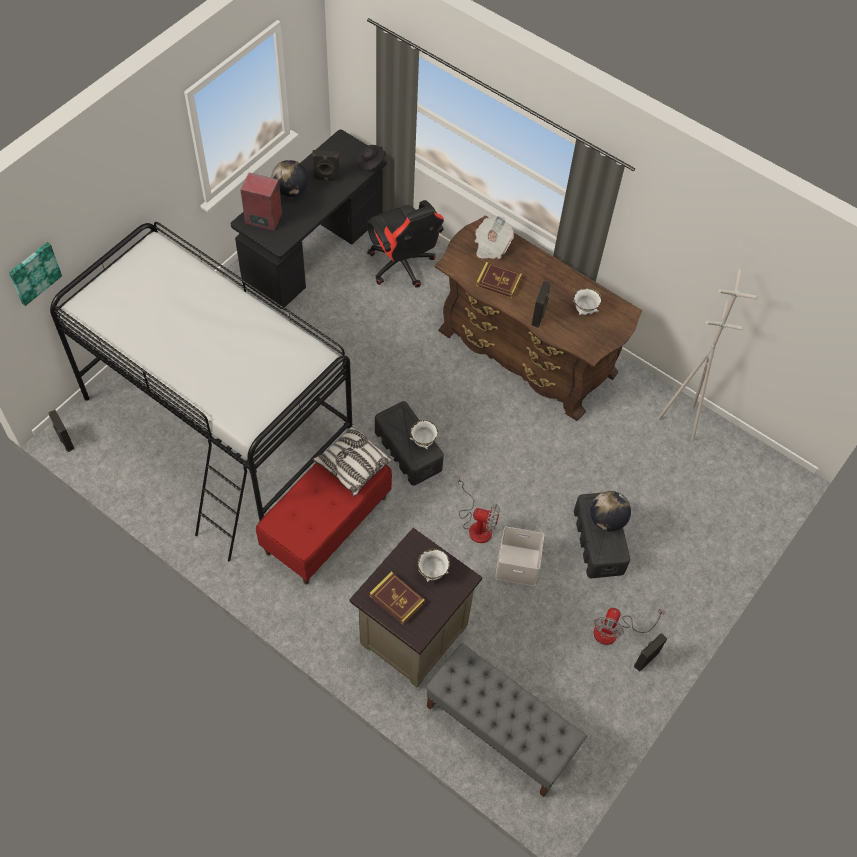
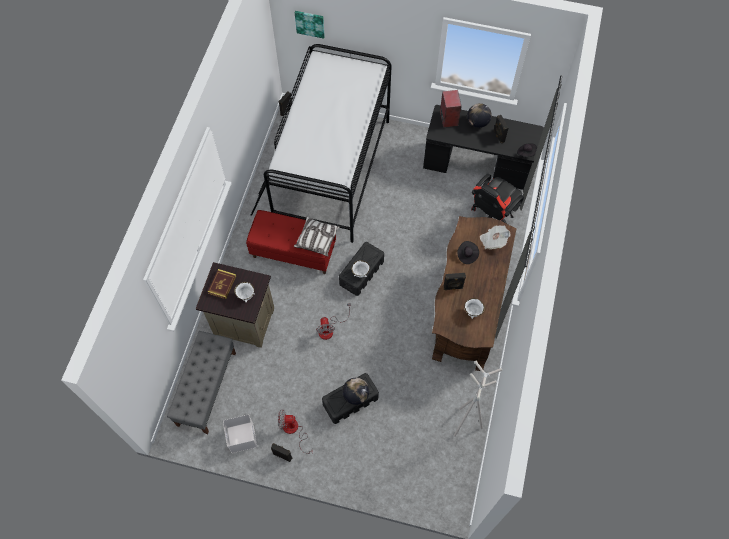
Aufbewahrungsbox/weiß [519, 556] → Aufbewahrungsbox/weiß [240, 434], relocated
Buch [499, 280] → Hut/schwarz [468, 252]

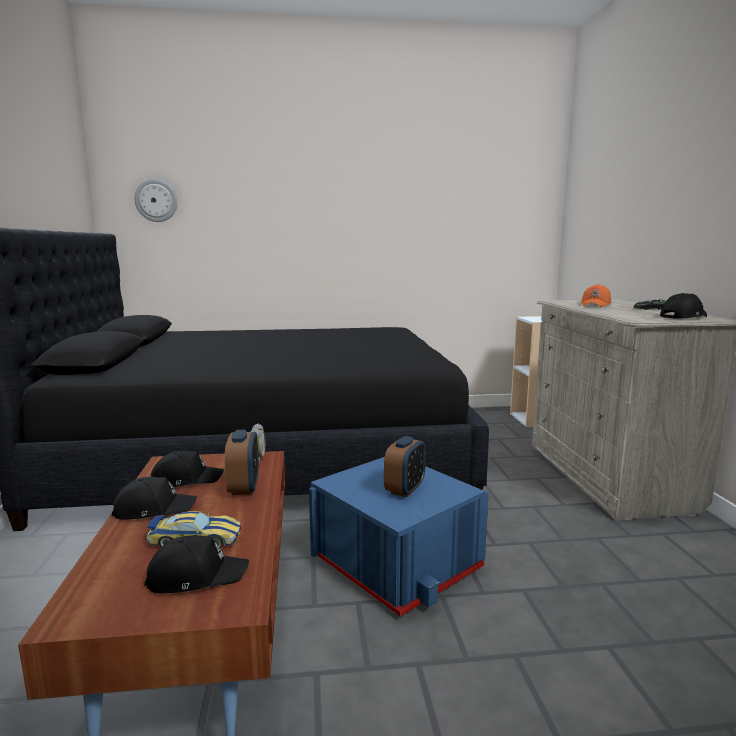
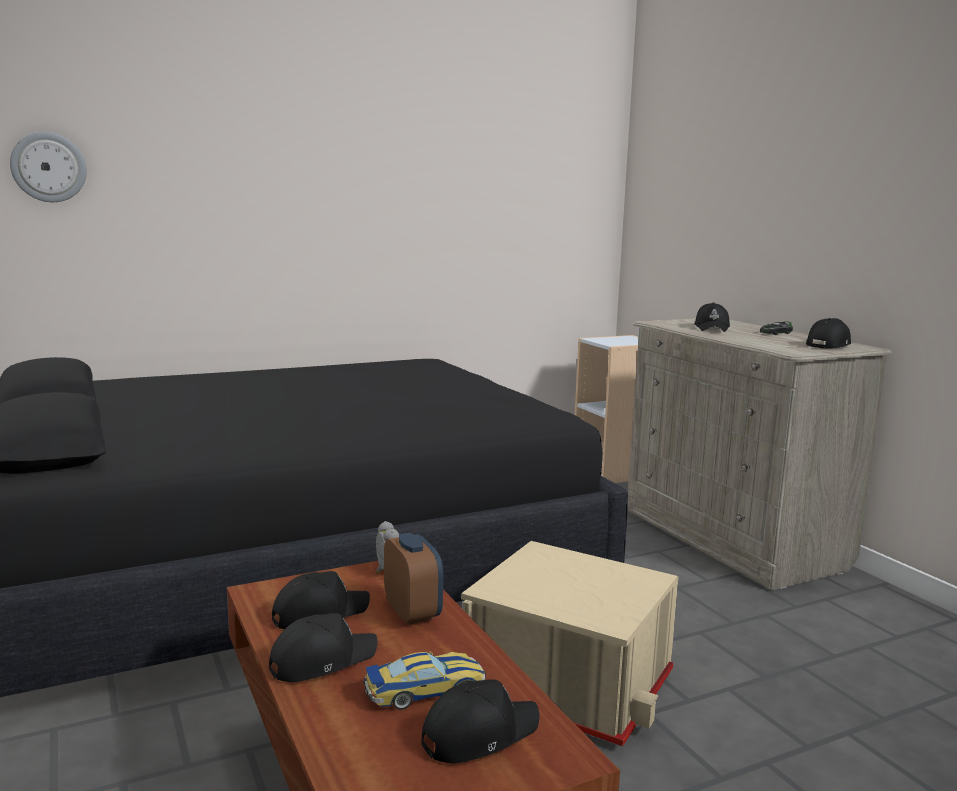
Aufbewahrungsbox/blau [399, 536] → Aufbewahrungsbox/beige [569, 643]
Kappe/orange [596, 295] → Kappe/schwarz [712, 317]
Wecker [405, 466] → -

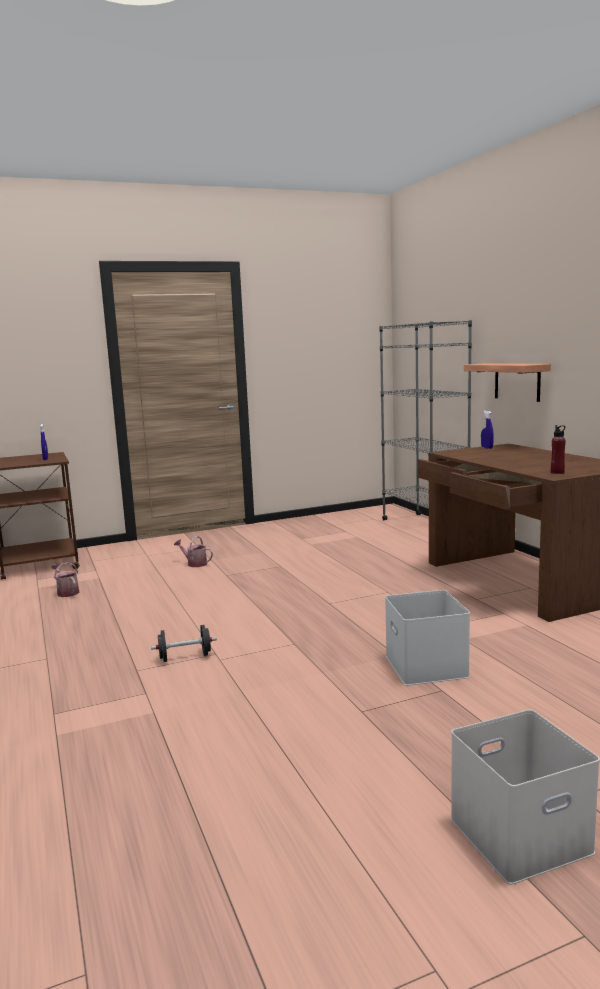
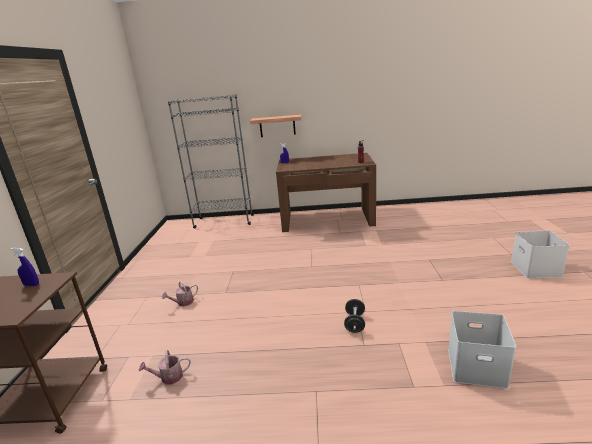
Aufbewahrungsbox/weiß [427, 638] → Aufbewahrungsbox/weiß [482, 350], relocated

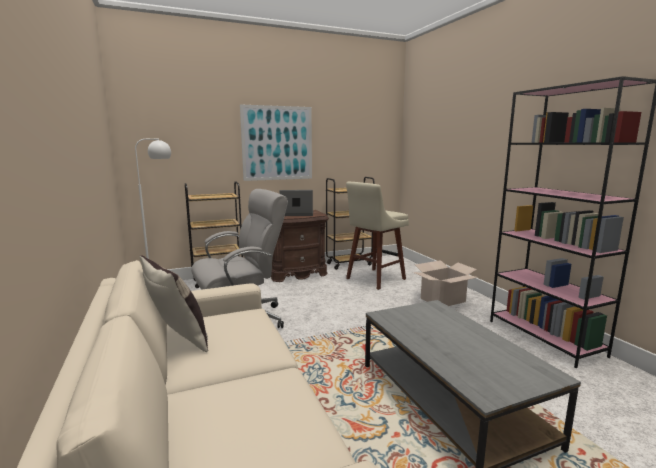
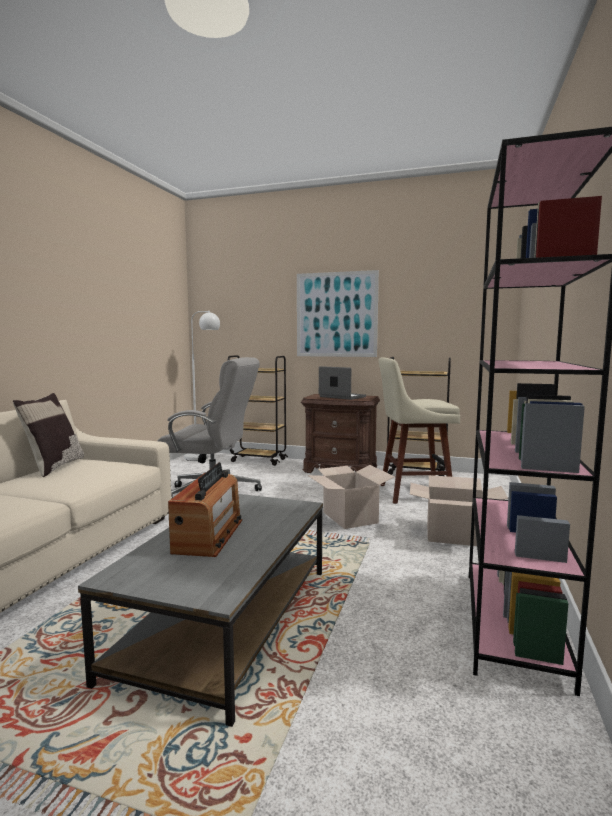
- → Radio [205, 509]
- → Karton [351, 497]

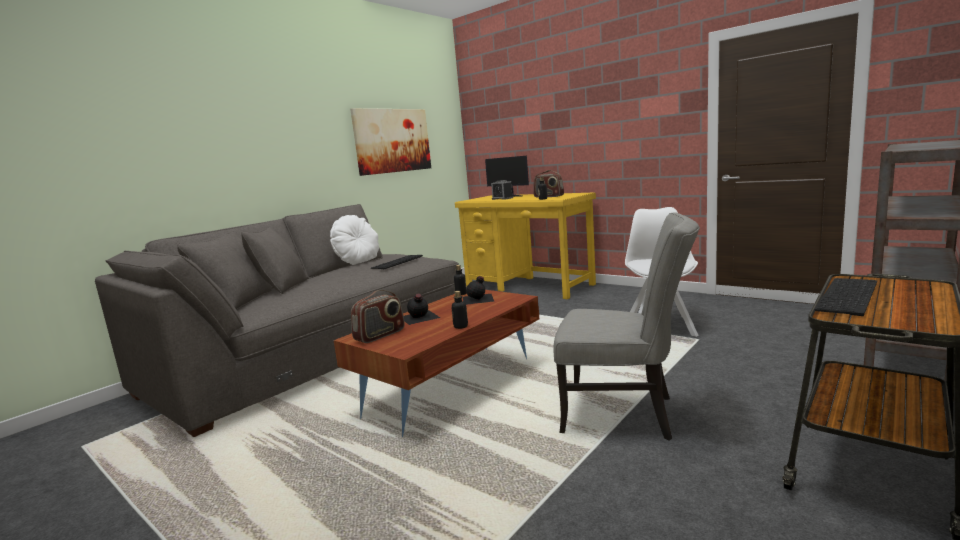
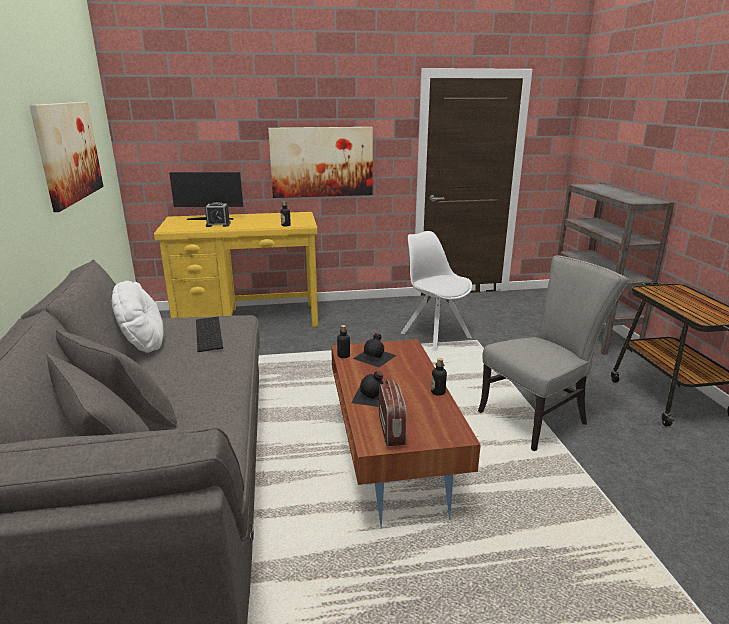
- → Bild [320, 162]
Radio [548, 184] → -
Tastatur [845, 297] → -

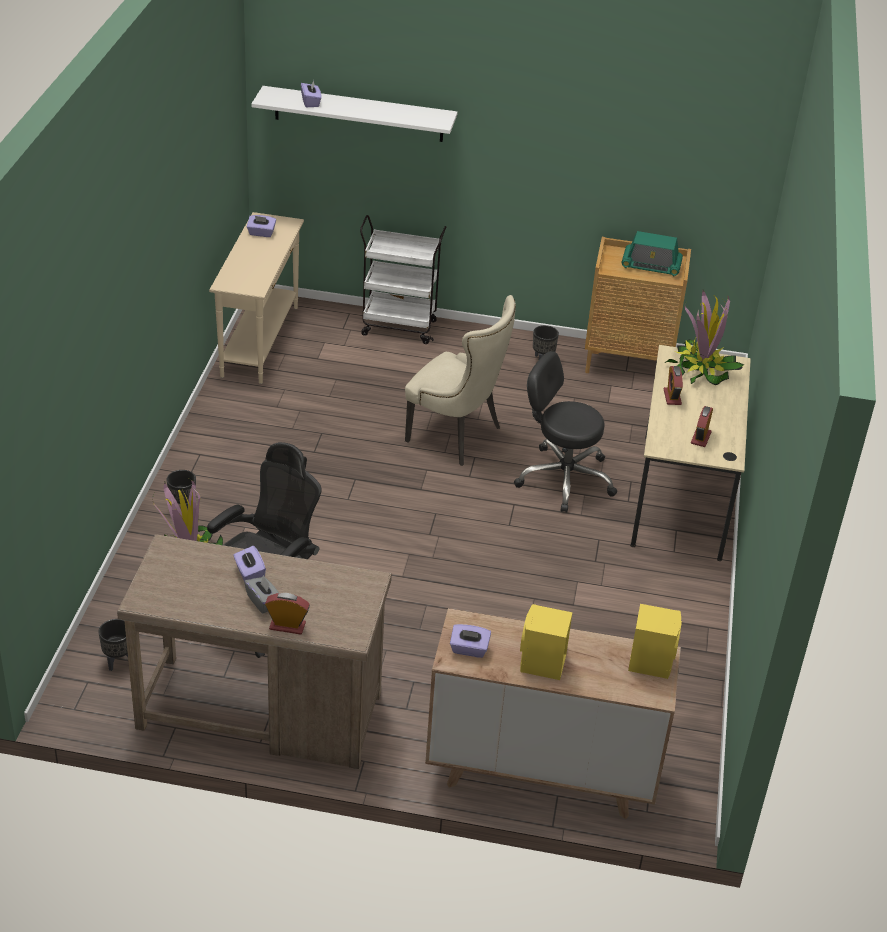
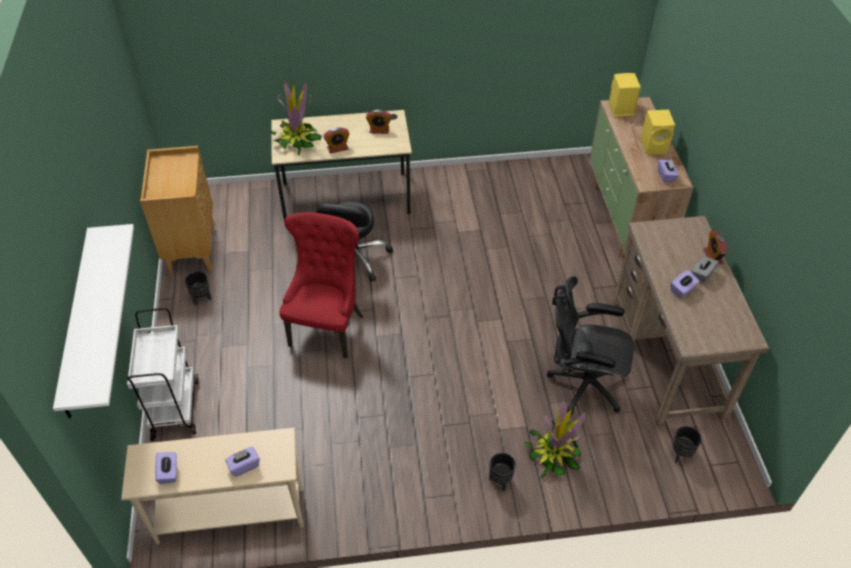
Taschentuchbox/lila [311, 93] → Taschentuchbox/lila [242, 462], relocated
Stuhl/beige [460, 380] → Stuhl/rot [321, 285]
Radio [652, 253] → -

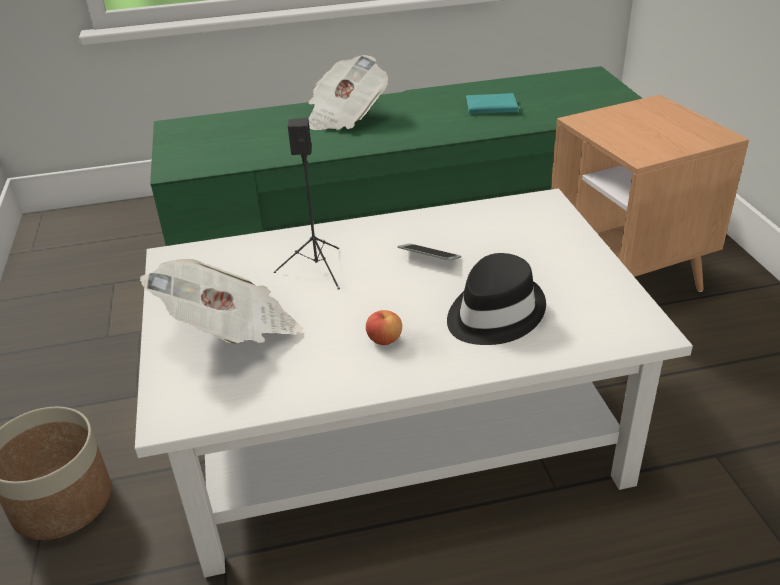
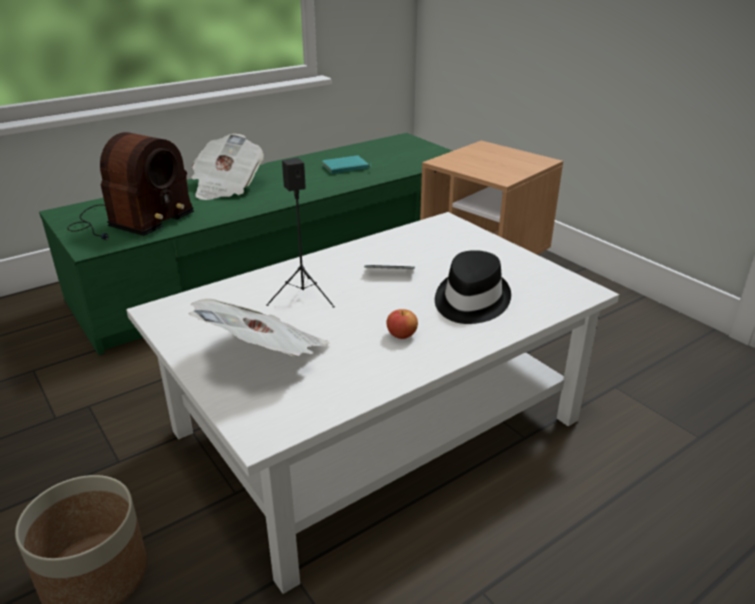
- → Radio [130, 186]

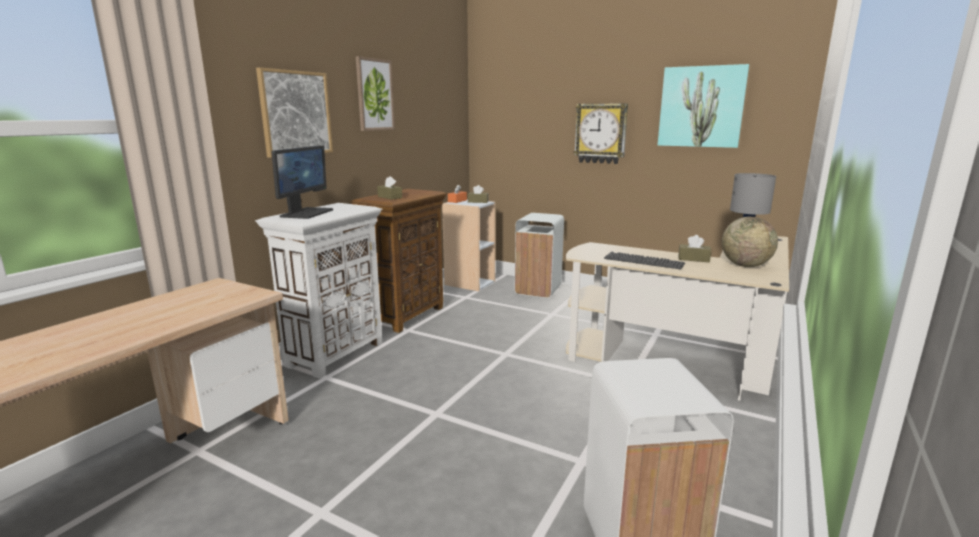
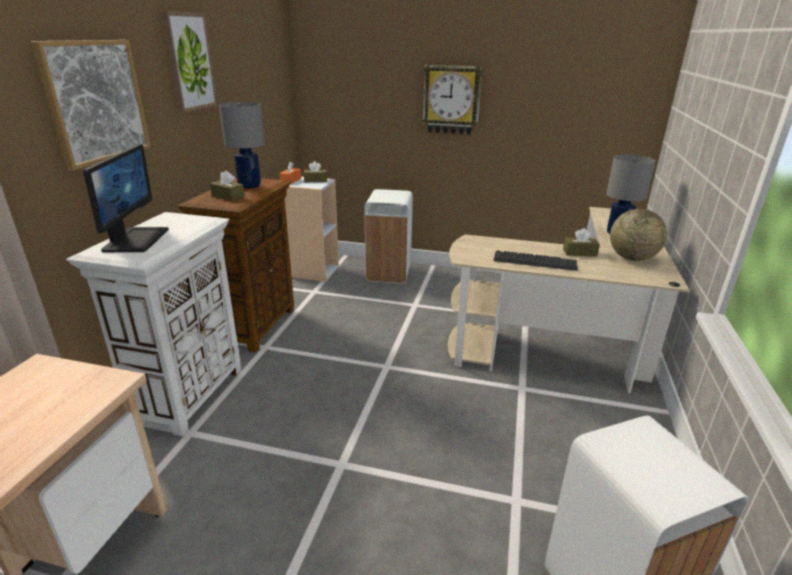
- → Tischlampe/grau [242, 145]
Bild [703, 106] → -

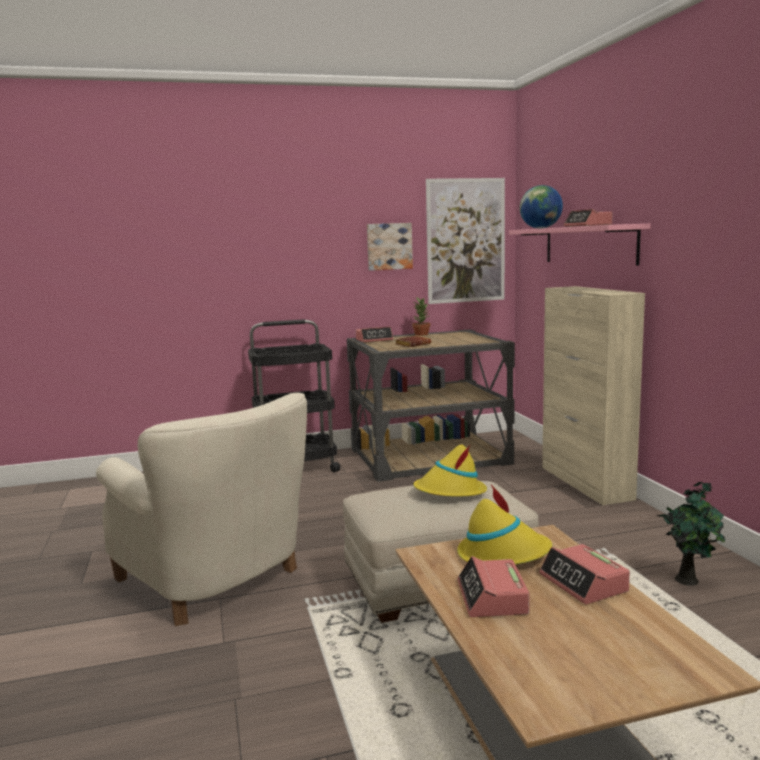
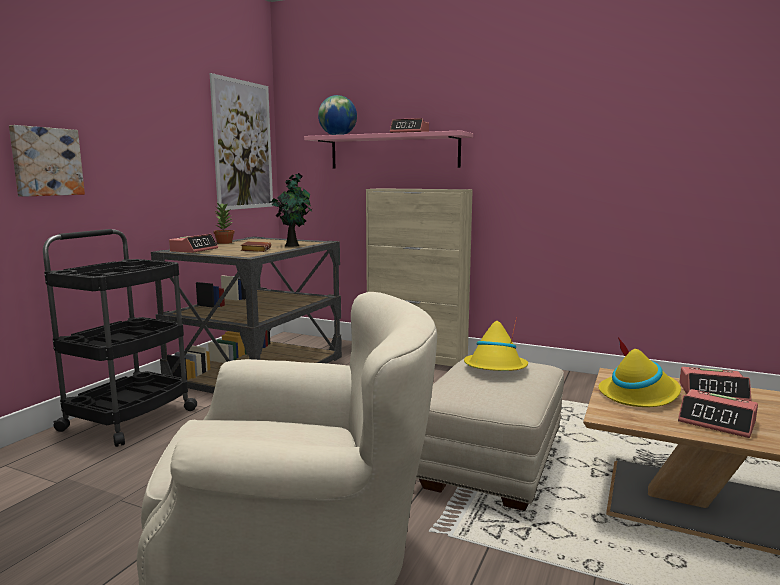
Bild [390, 247] → Bild [47, 161], relocated
Topfpflanze [691, 534] → Topfpflanze [290, 210], relocated

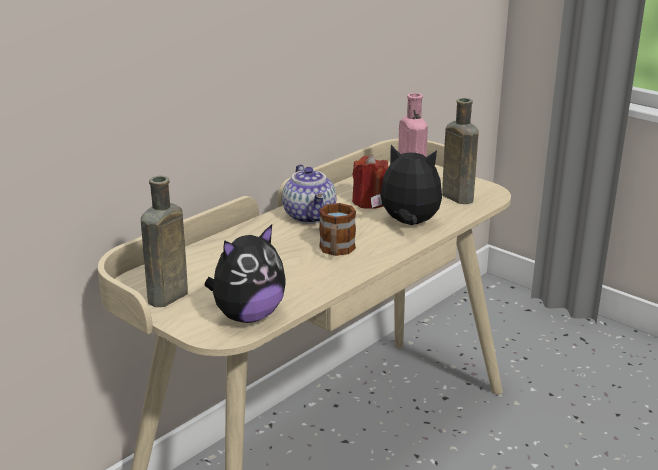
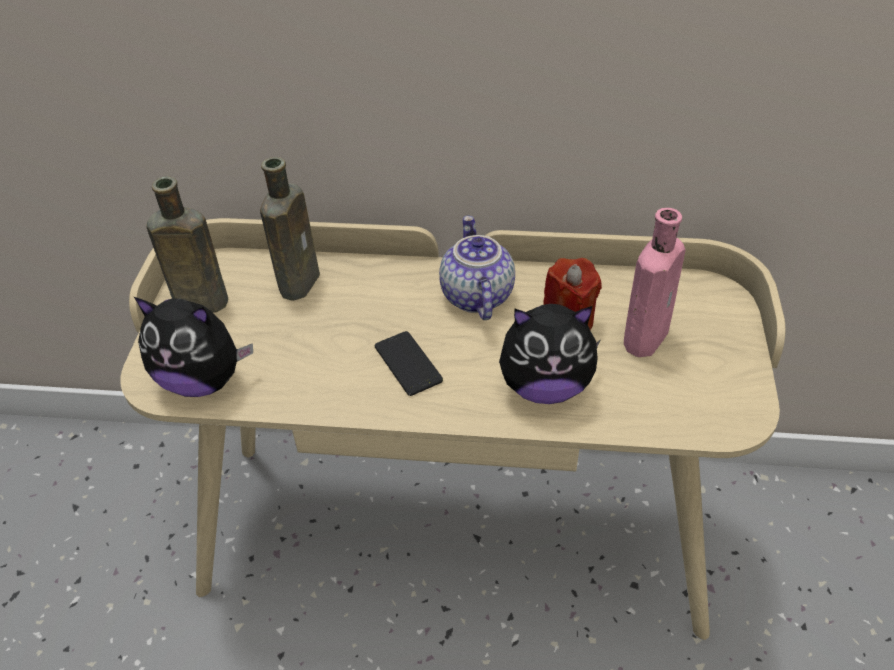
Flasche/braun [460, 151] → Flasche/braun [290, 229], relocated
Henkelbecher [337, 229] → Handy [409, 363]
Teekanne [309, 194] → Teekanne [477, 268], 135 degrees clockwise
Plüschtier [406, 185] → Plüschtier [550, 354], 105 degrees clockwise

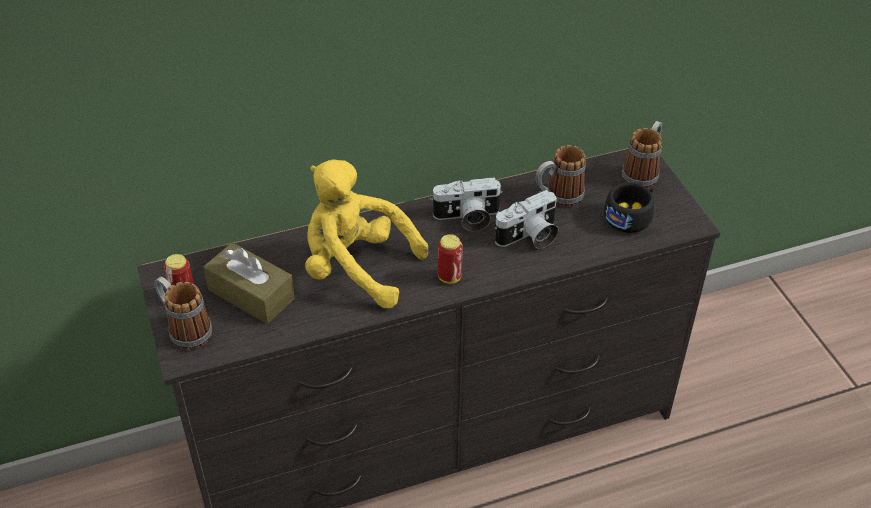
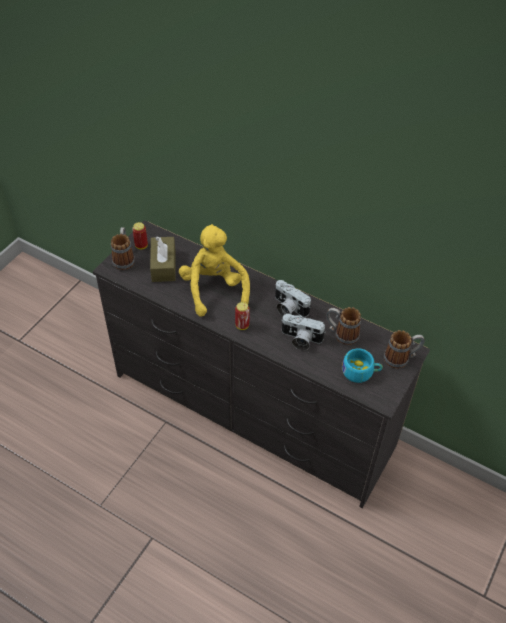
Tasse/schwarz [629, 207] → Tasse/türkis [362, 365]

